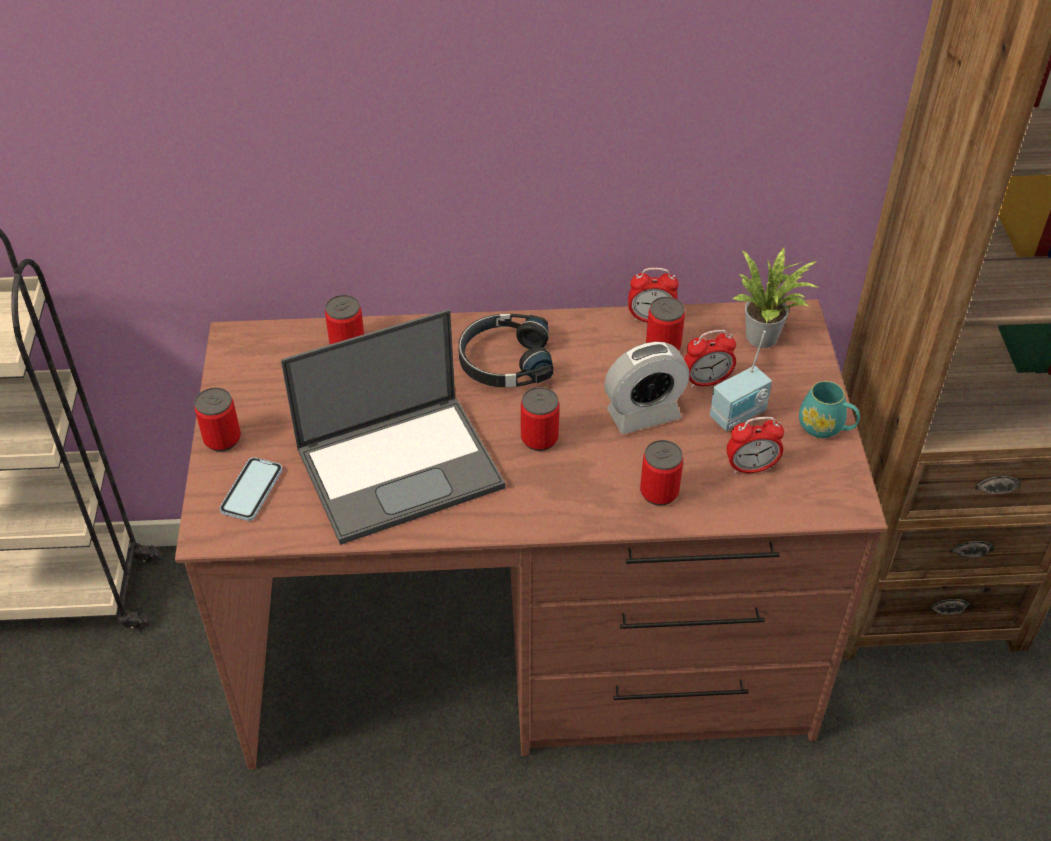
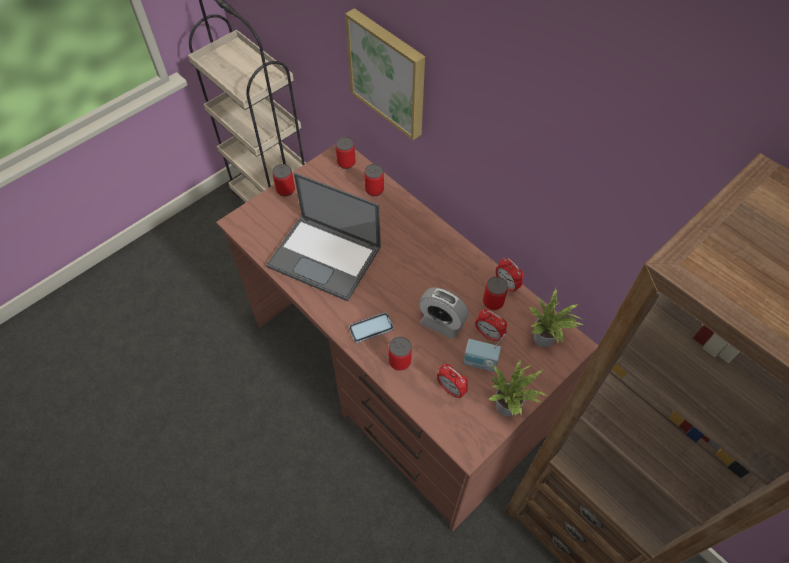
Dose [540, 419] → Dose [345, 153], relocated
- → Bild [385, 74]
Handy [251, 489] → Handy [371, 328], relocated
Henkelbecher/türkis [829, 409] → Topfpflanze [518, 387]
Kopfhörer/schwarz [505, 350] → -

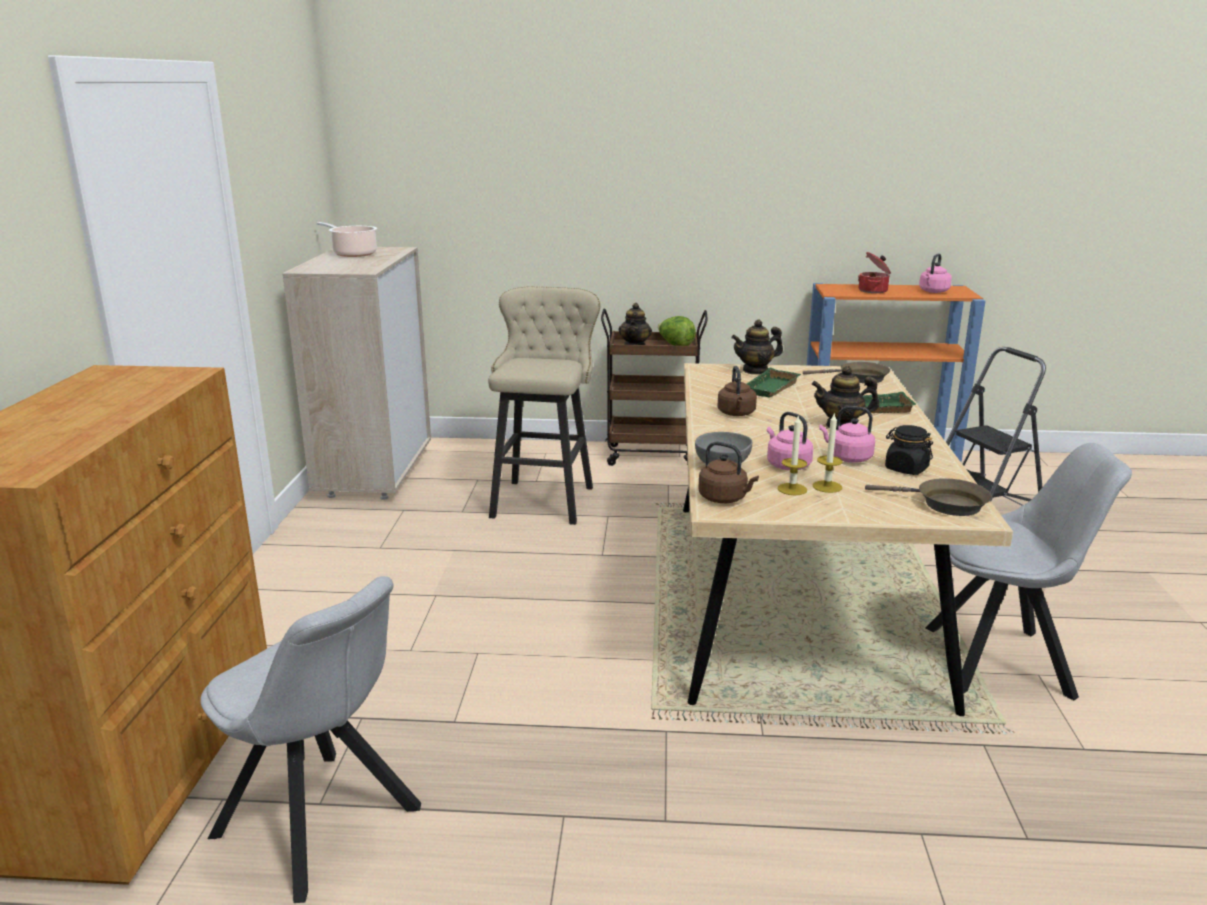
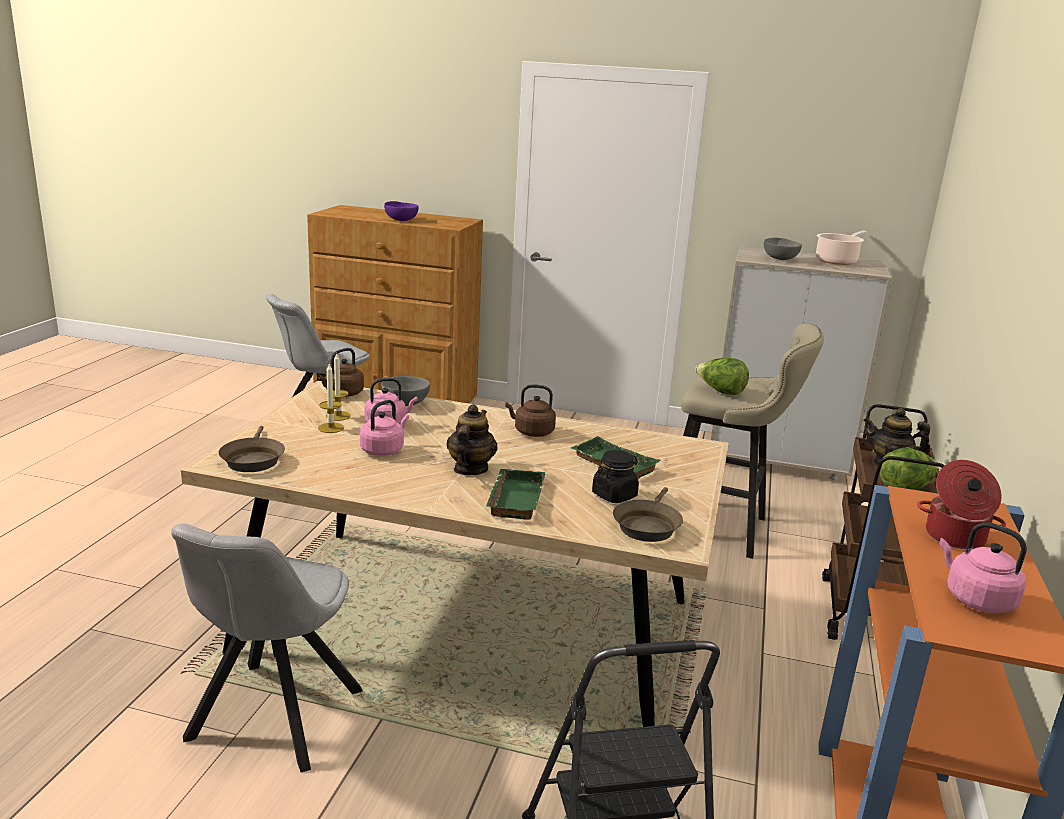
Pfanne/braun [928, 497] → Pfanne/braun [252, 449], 45 degrees counterclockwise
- → Schüssel/lila [401, 211]
Vorratsglas/schwarz [909, 450] → Vorratsglas/schwarz [615, 476], relocated
- → Salatkopf [722, 376]
- → Schüssel/grau [783, 249]
Teekanne [757, 347] → -

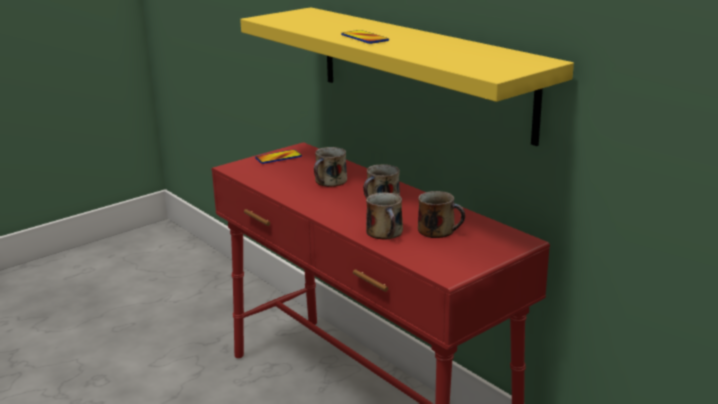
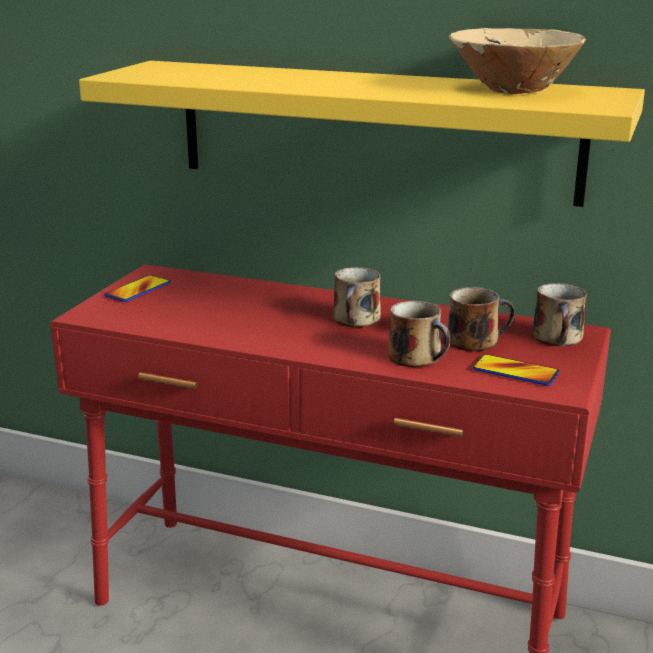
- → Schüssel/beige [517, 61]
Handy [365, 37] → Handy [516, 370], relocated
Henkelbecher [330, 167] → Henkelbecher [559, 314], relocated

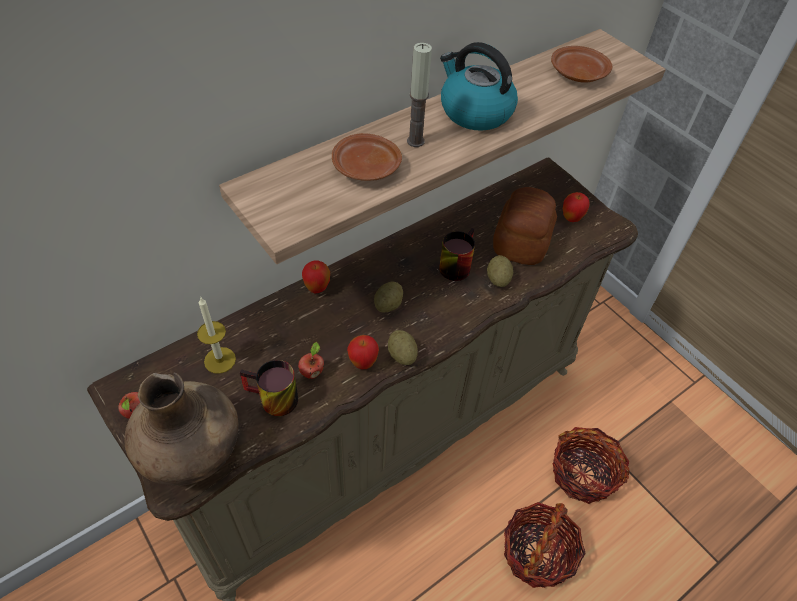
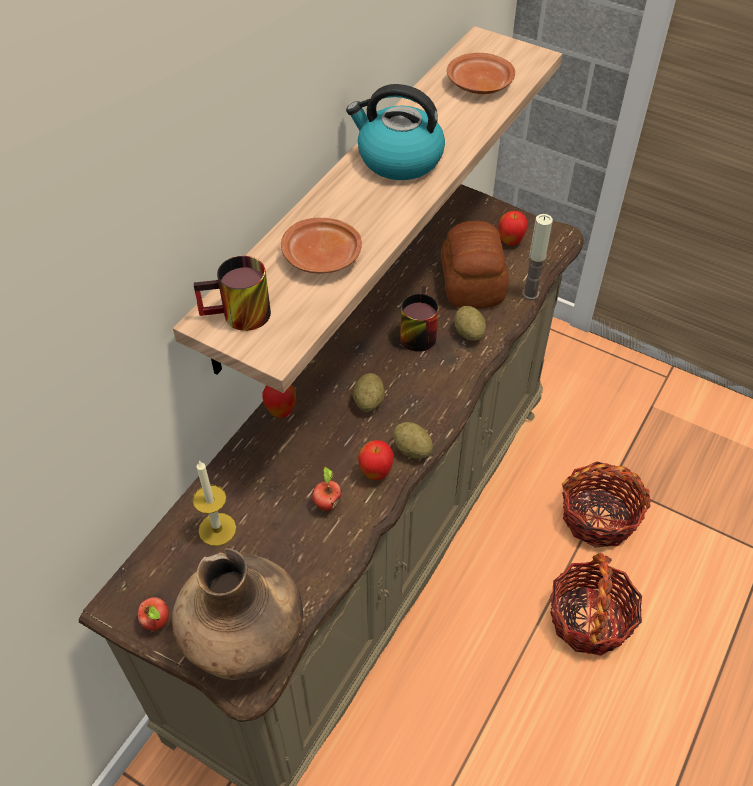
Henkelbecher [269, 388] → Henkelbecher [232, 293], relocated
Kerze [419, 95] → Kerze [537, 257], relocated

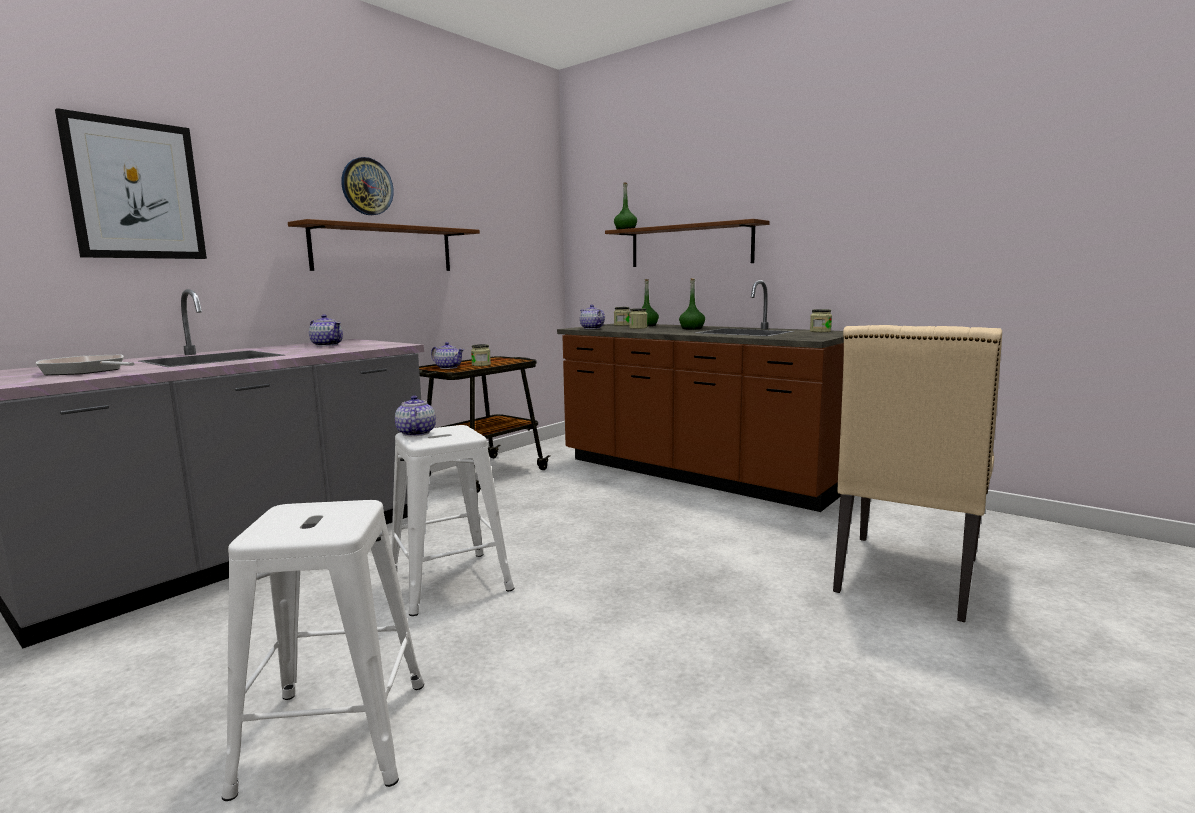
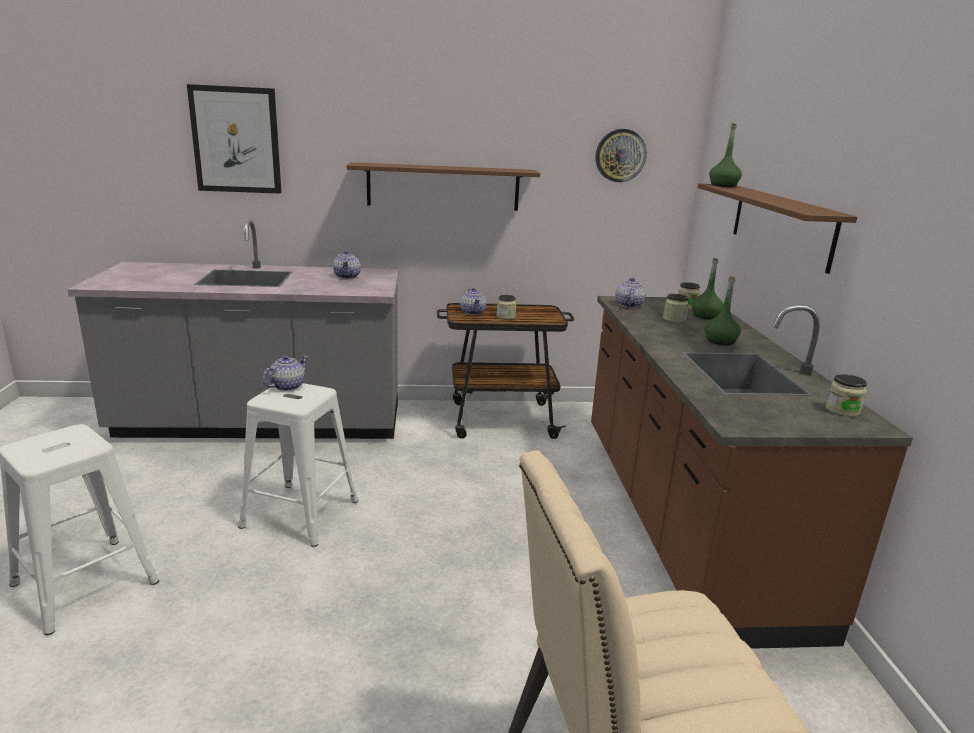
Wanduhr [367, 186] → Wanduhr [621, 155], relocated
Pfanne [85, 365] → -

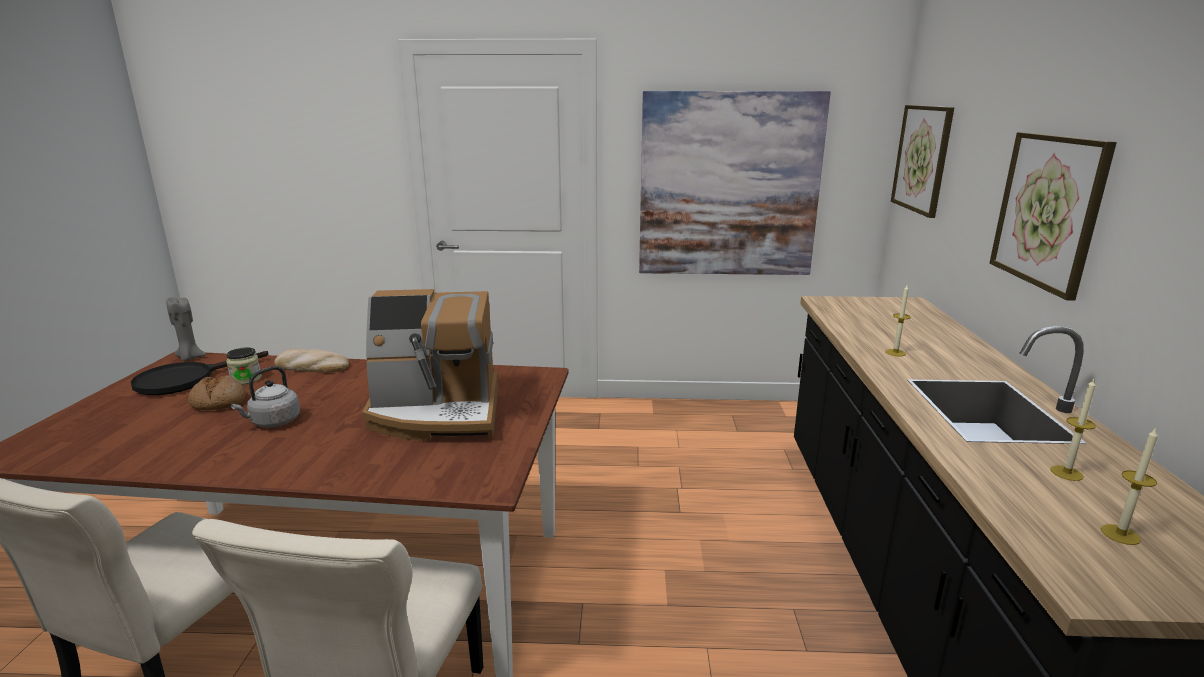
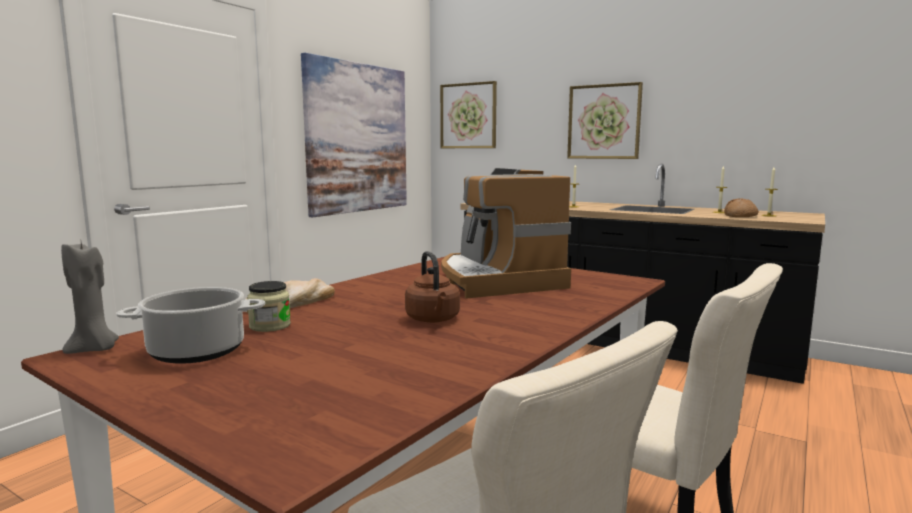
Pfanne/schwarz [199, 373] → Kochtopf [190, 325]
Wasserkessel/grau [265, 397] → Wasserkessel/braun [432, 287]
Kaffeemaschine [430, 365] → Kaffeemaschine [506, 233], 135 degrees clockwise
Brot [217, 392] → Brot [741, 207], relocated

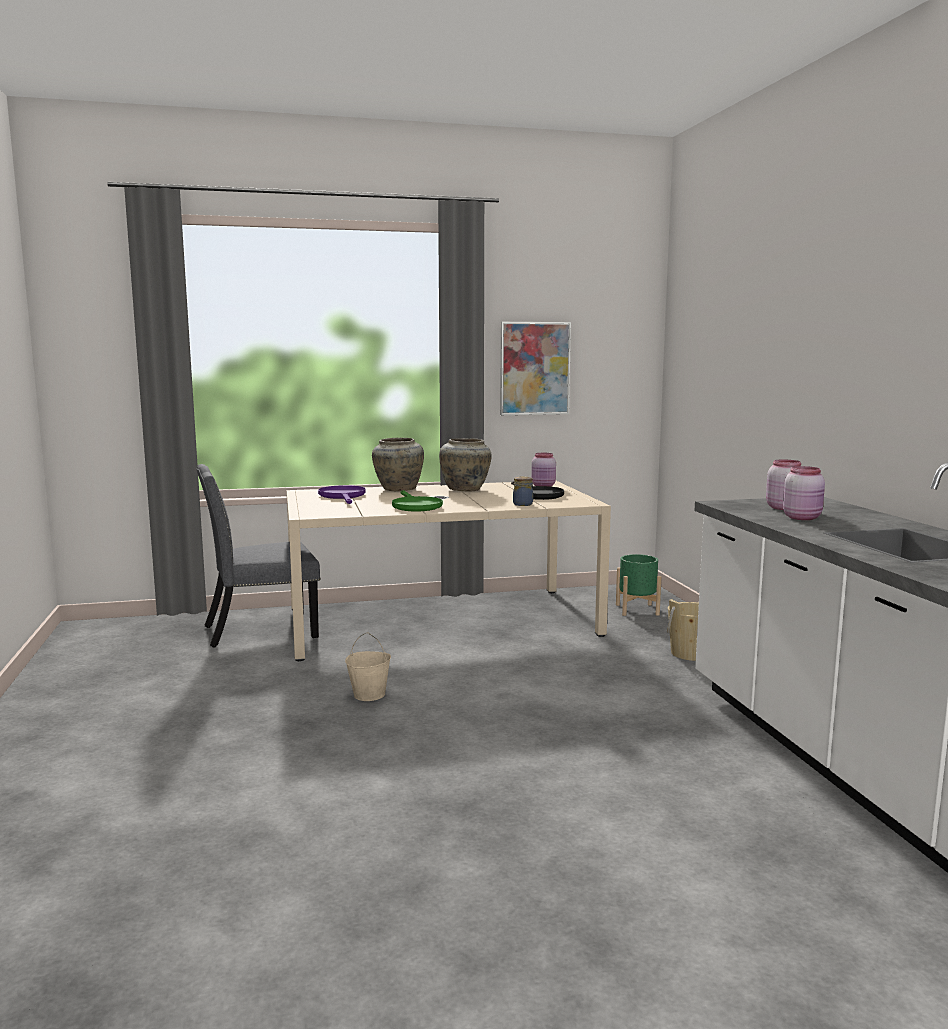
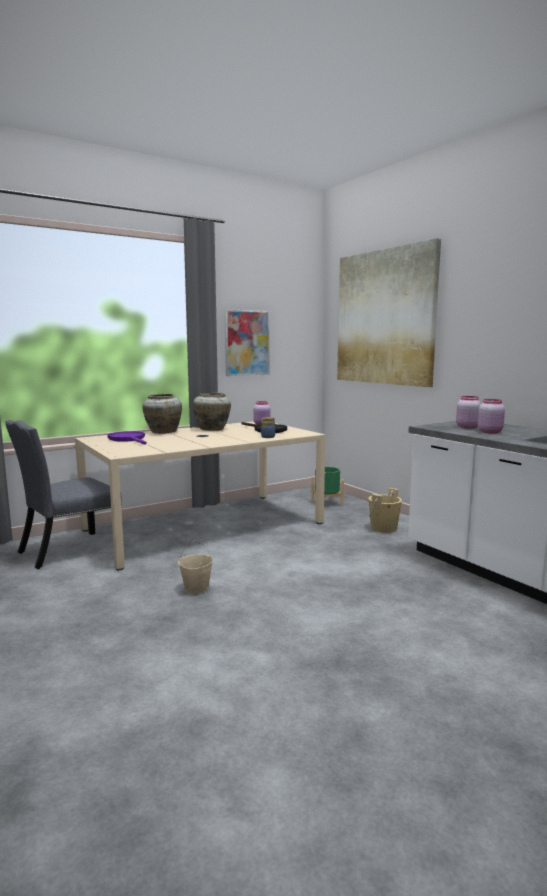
- → Bild [389, 312]
Pfanne/grün [417, 501] → -

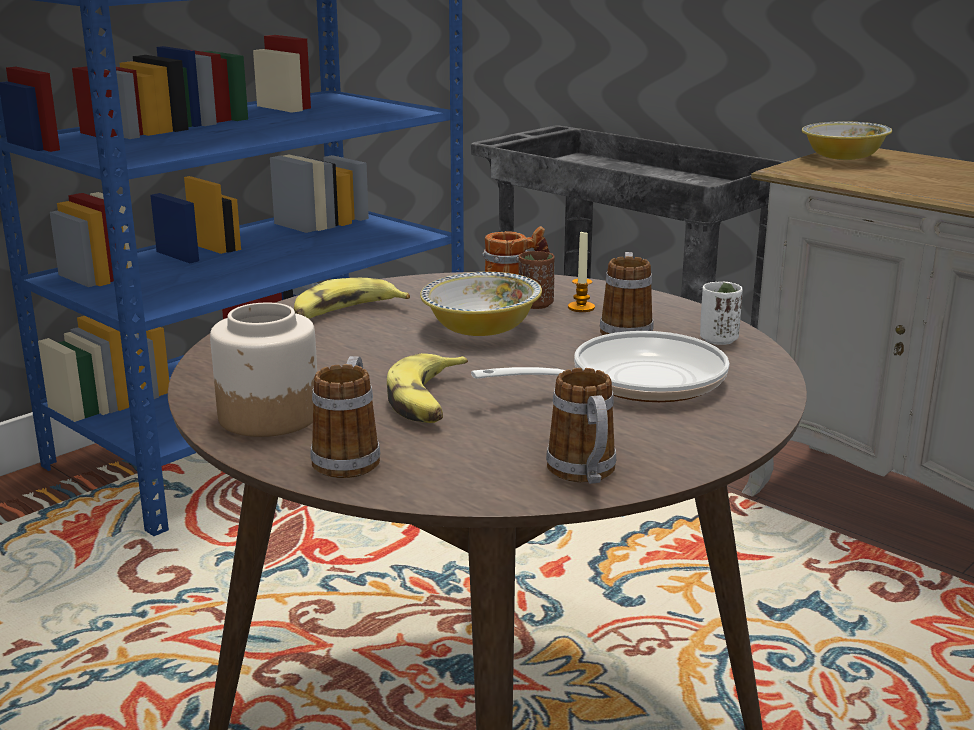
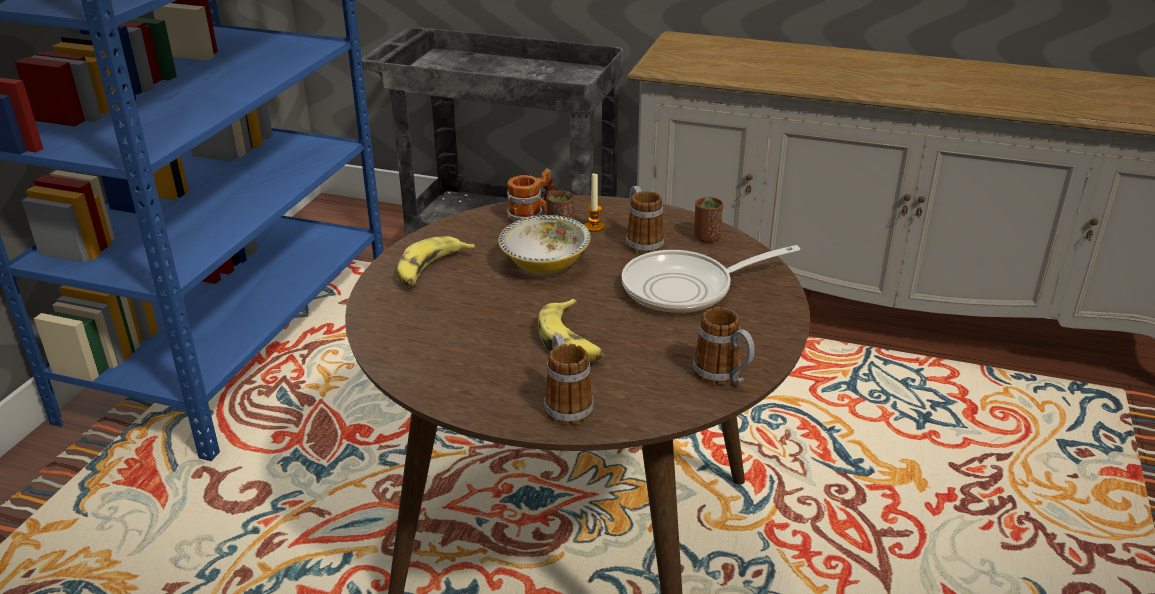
Pfanne [600, 366] → Pfanne [710, 279], 150 degrees counterclockwise
Tasse/weiß [721, 313] → Tasse/braun [708, 220]
Vorratsglas [263, 370] → -
Schüssel [847, 140] → -

